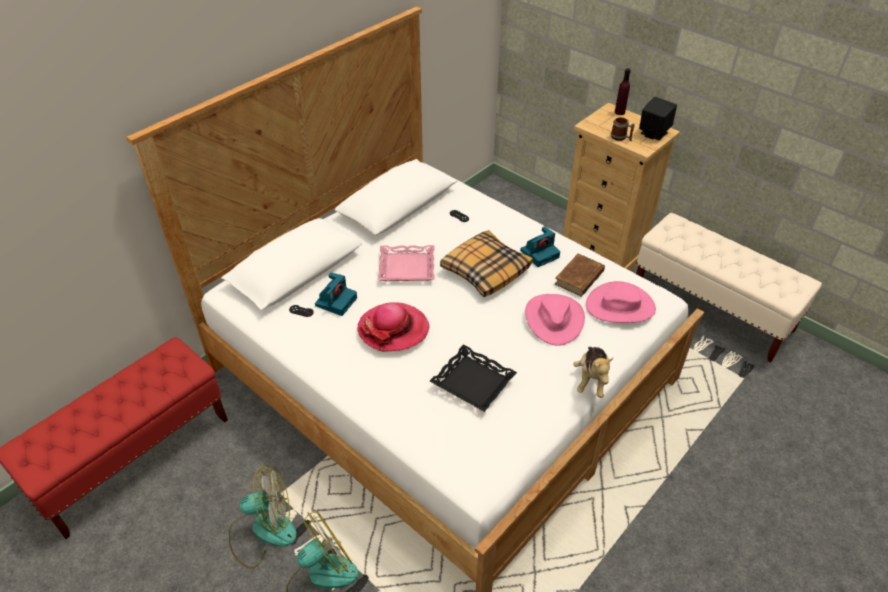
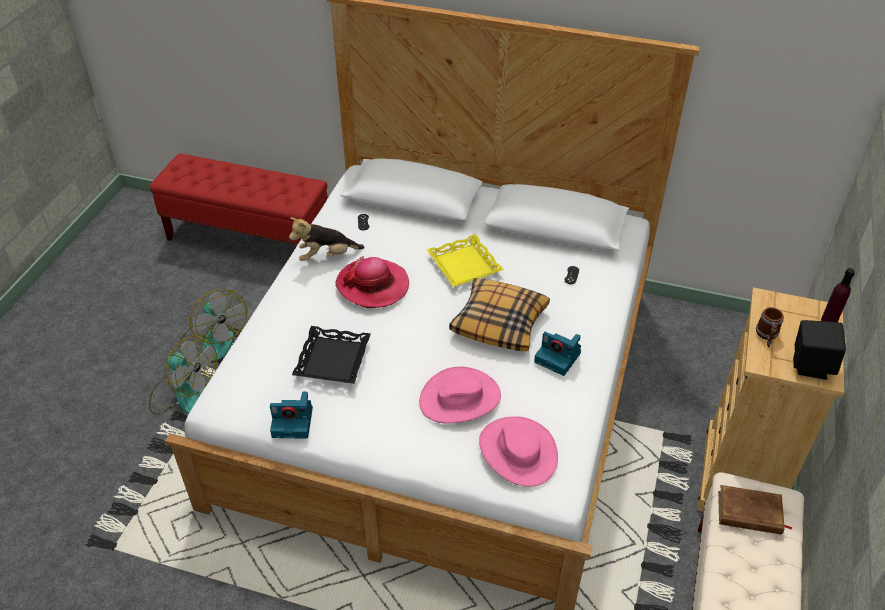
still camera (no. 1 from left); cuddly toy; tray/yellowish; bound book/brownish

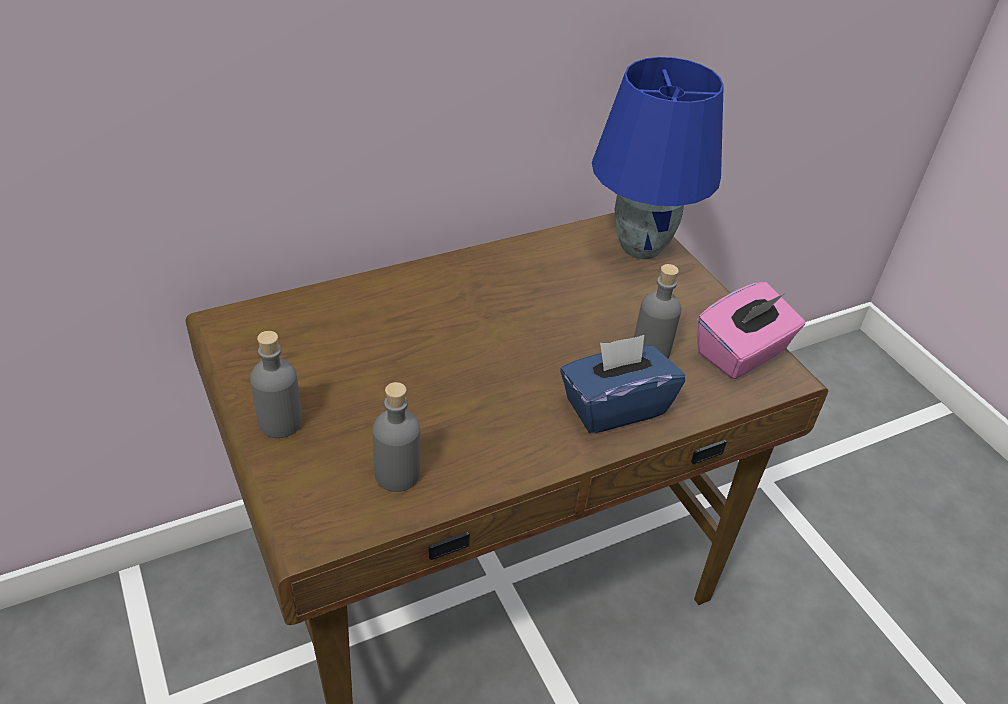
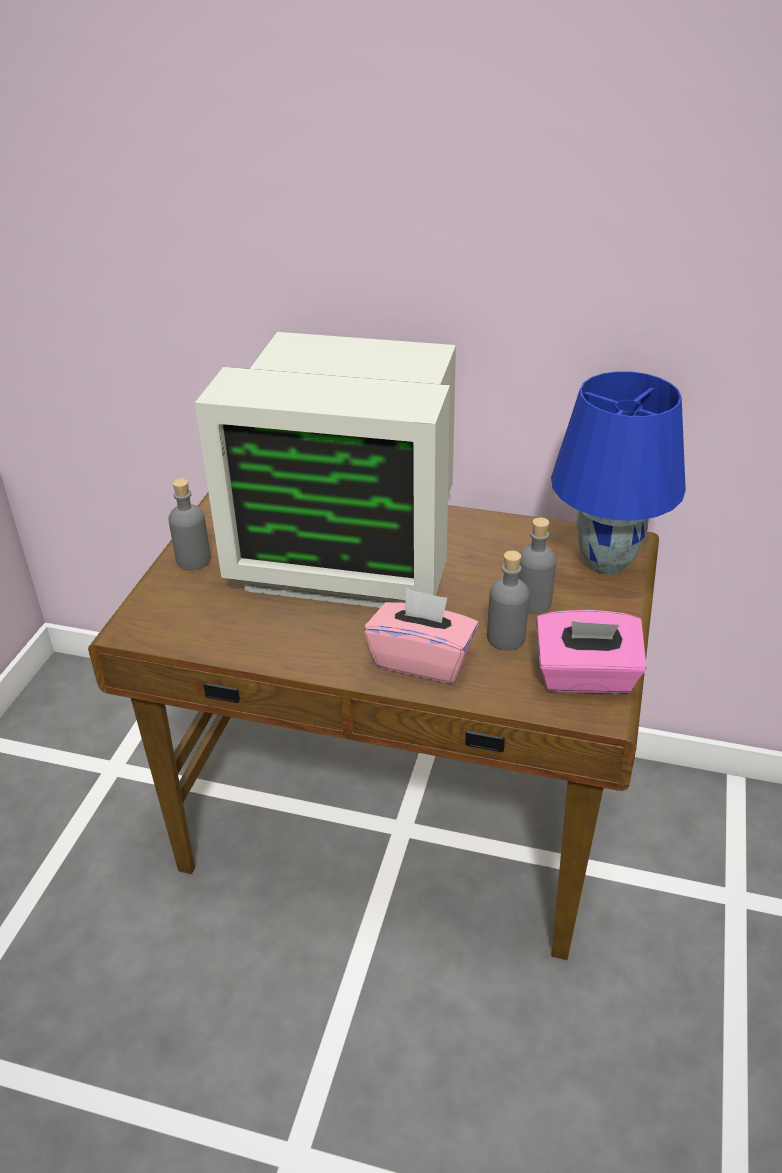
computer screen; tissue box/pinkish (no. 1 from left); bottle/gray (no. 3 from left)

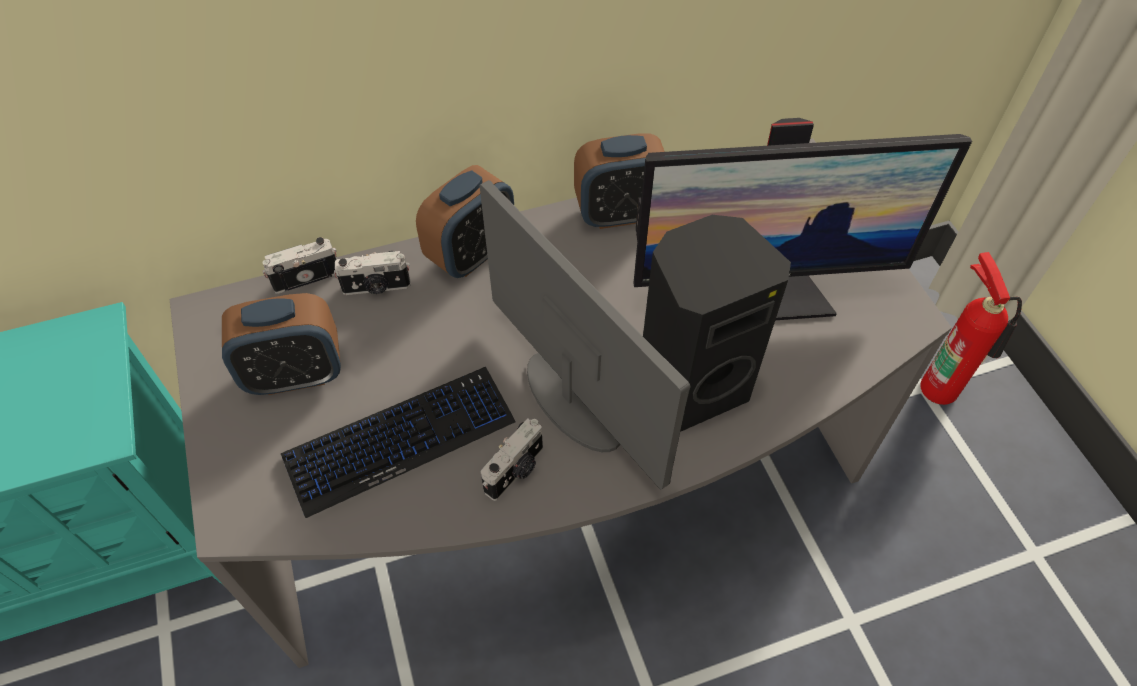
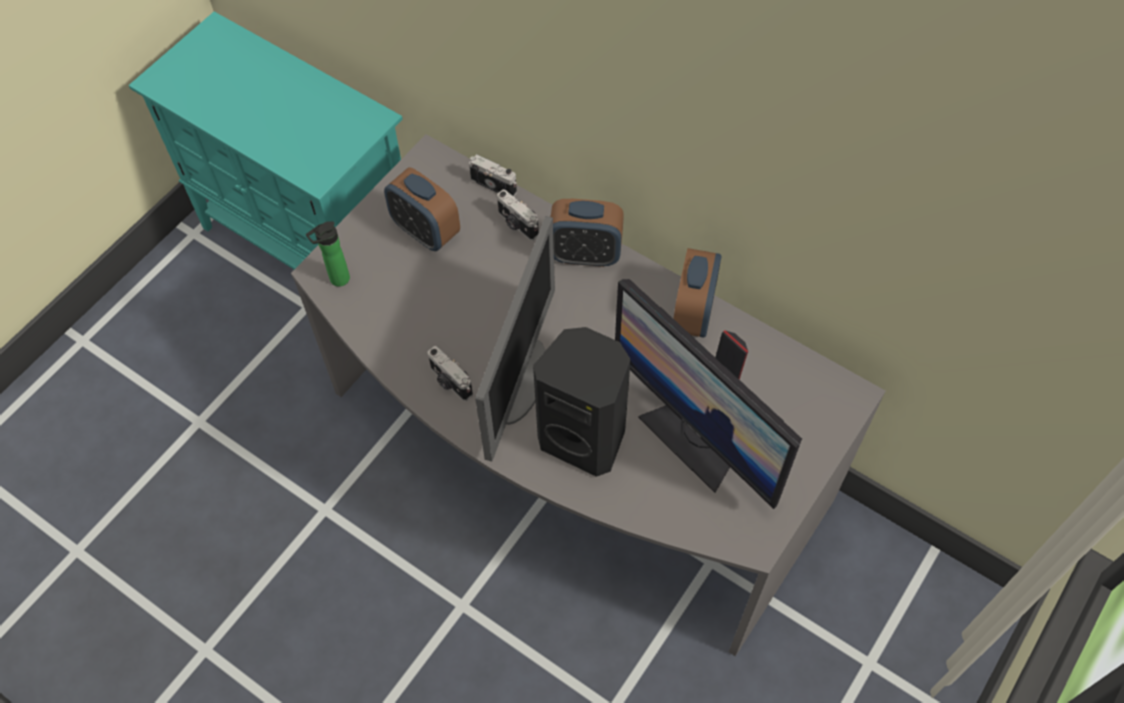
bottle; still camera (no. 1 from left); table clock (no. 3 from left); computer keyboard; fire-fighting cylinder

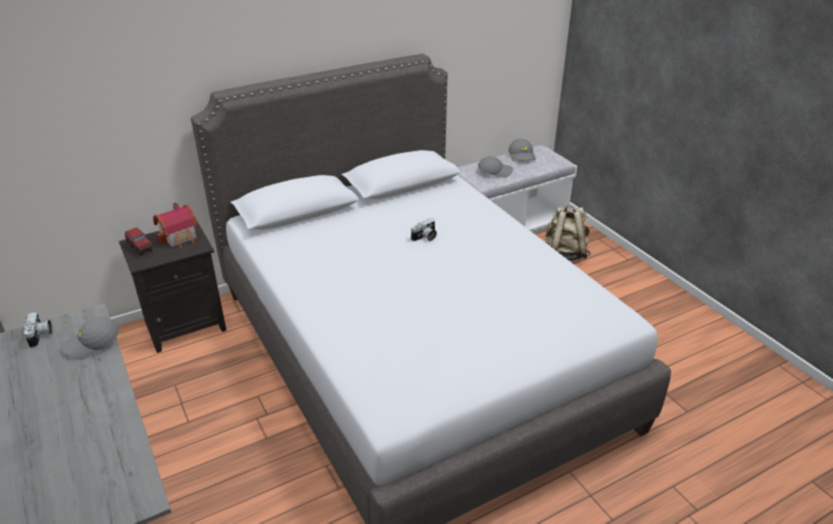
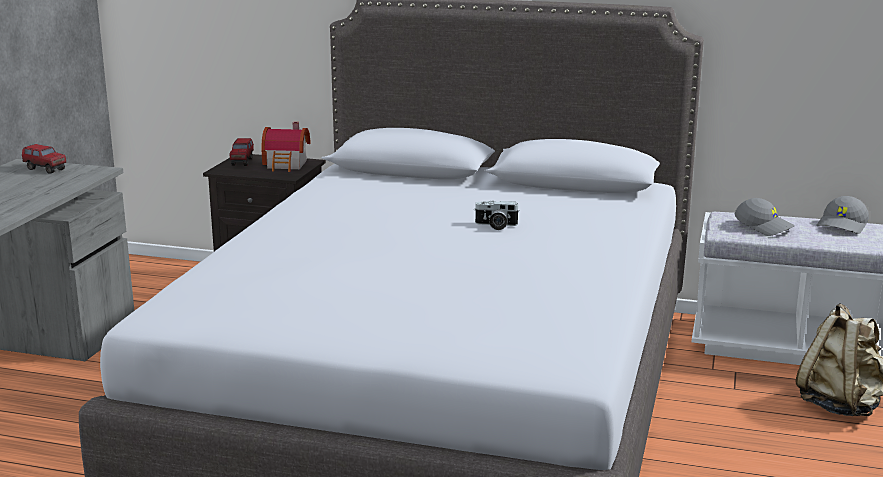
toy truck (no. 1 from left); peaked cap/gray (no. 1 from left in the first image)

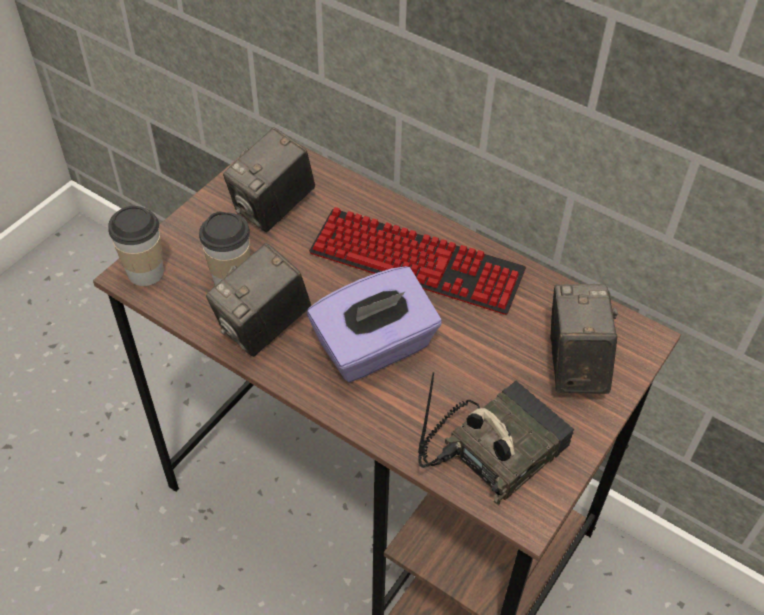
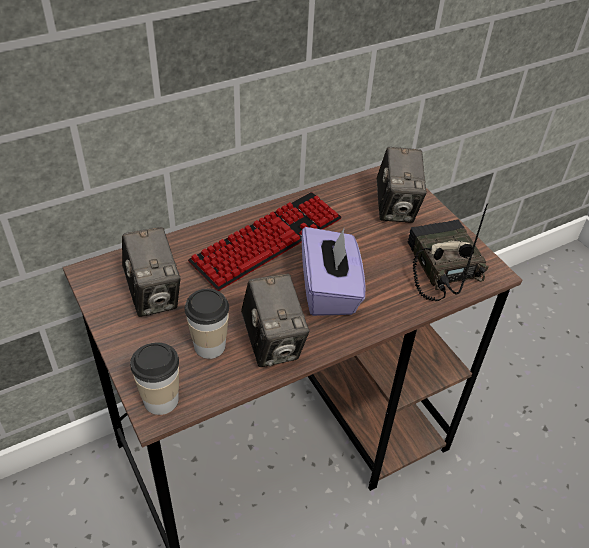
still camera (no. 3 from left)

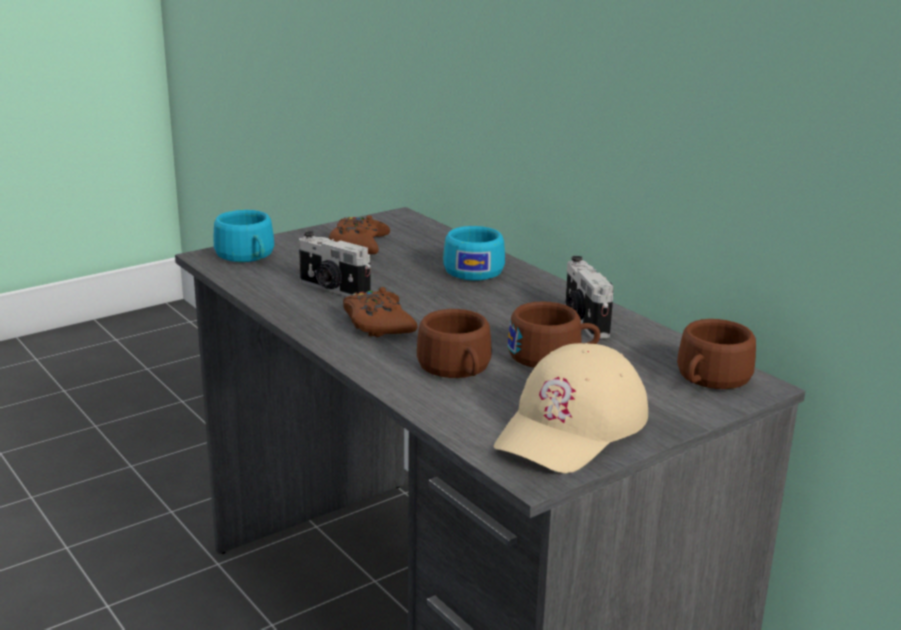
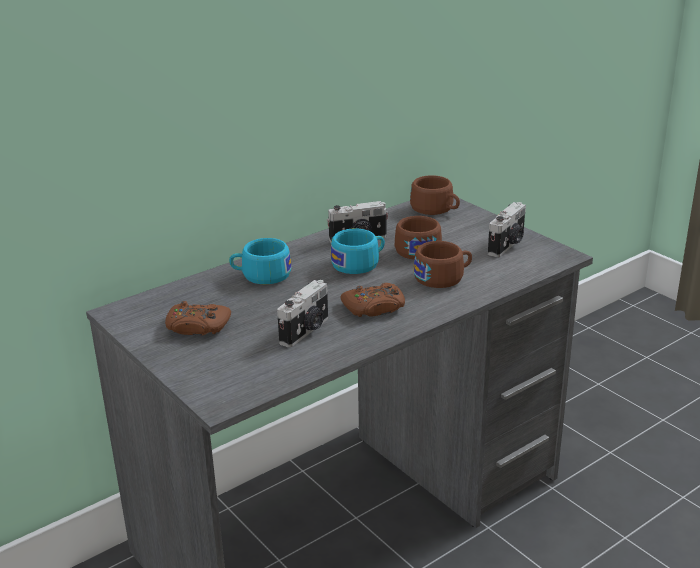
cup/turquoise (no. 2 from left); still camera (no. 3 from left)

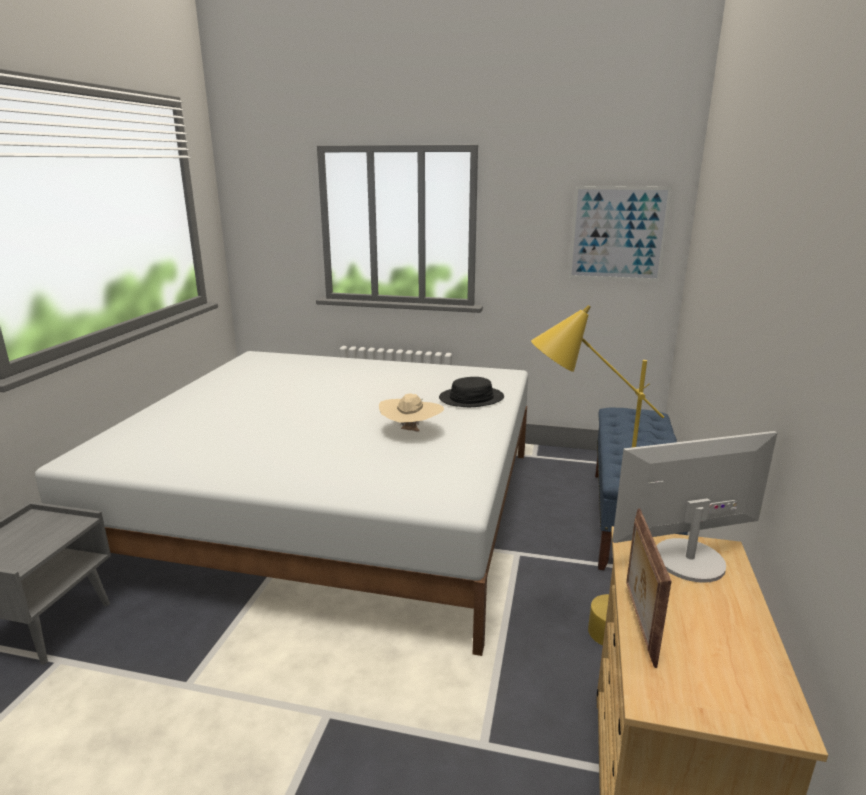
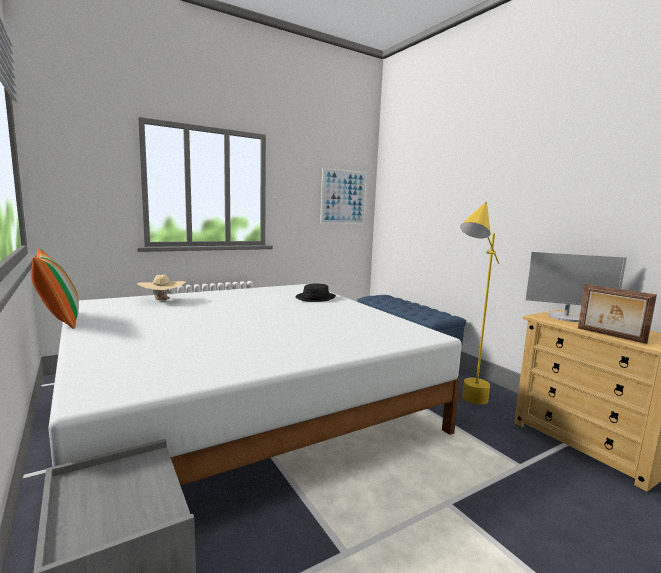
throw pillow; wearable hat/sand-coloured; computer screen

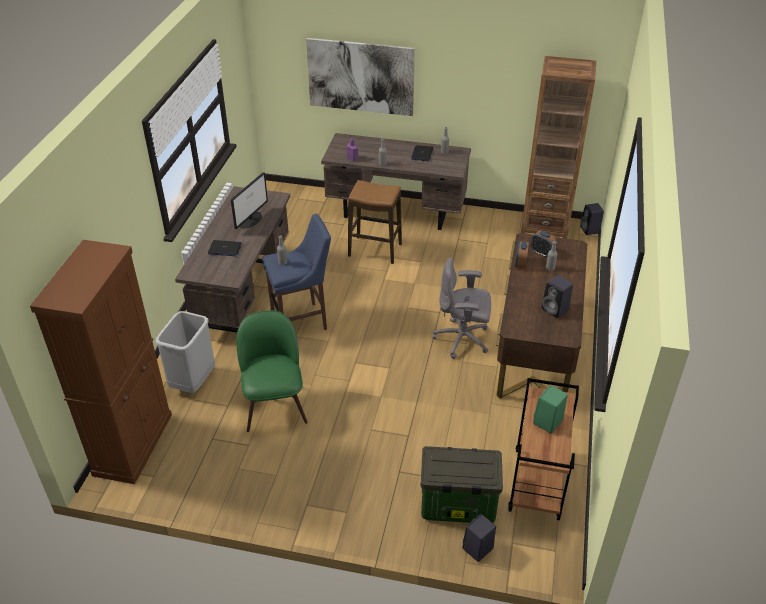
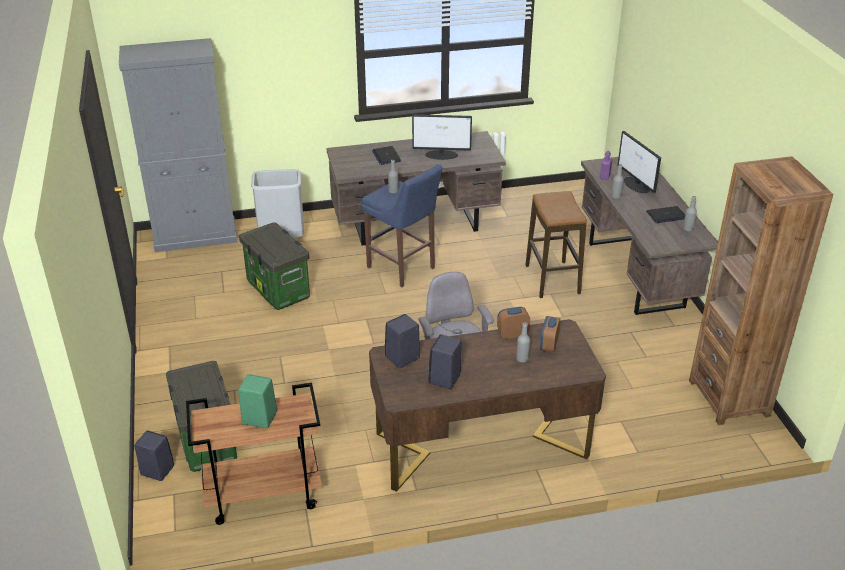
cupboard/gray; storage box (no. 2 from left); audio speaker/blackish (no. 2 from left); computer screen (no. 2 from left); wall art

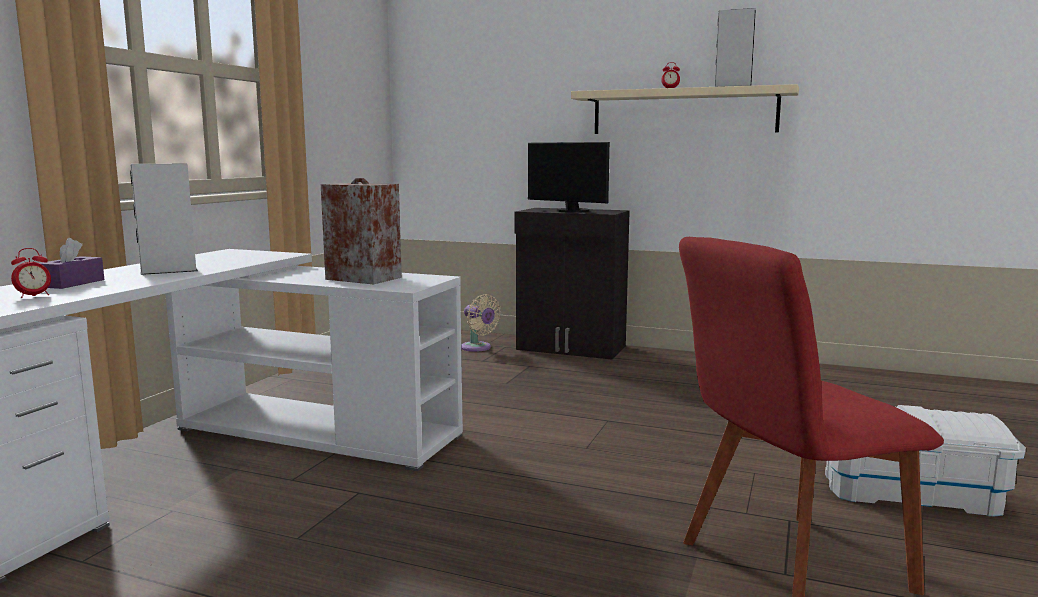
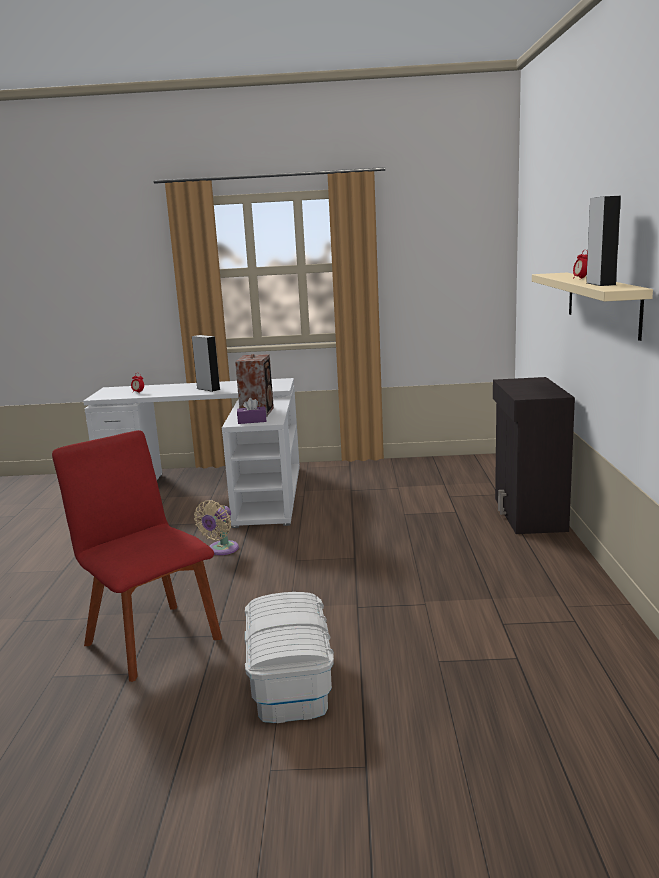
electric fan/sand-coloured; tissue box/purple; computer screen

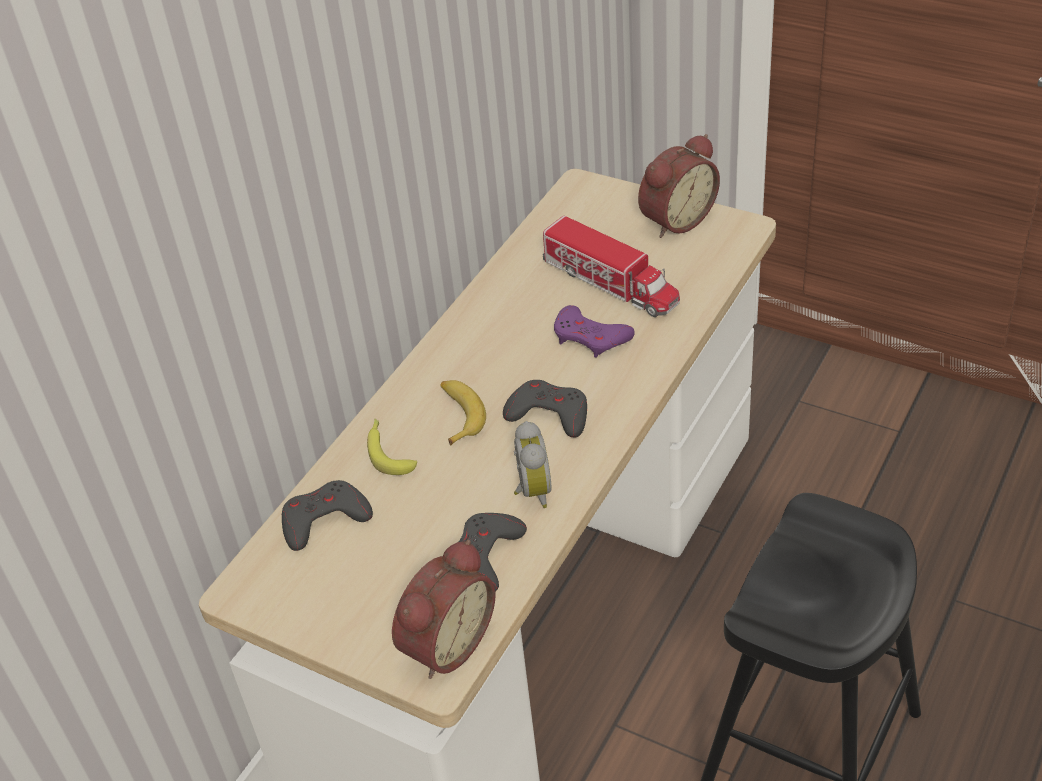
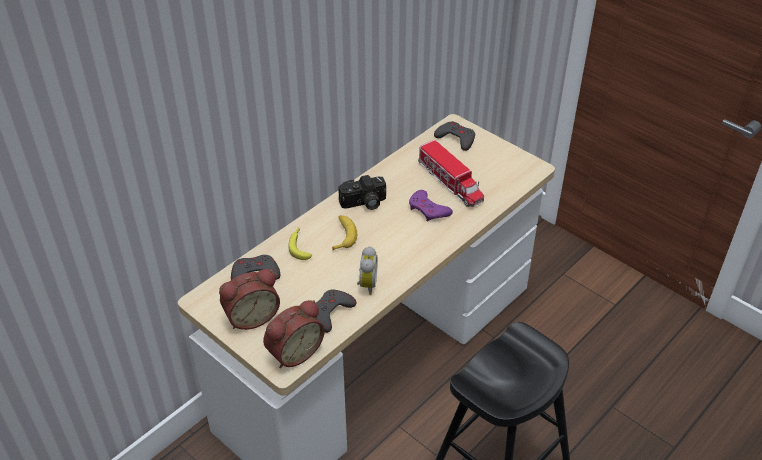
table clock (no. 1 from left); still camera; gamepad/gray (no. 3 from left)

